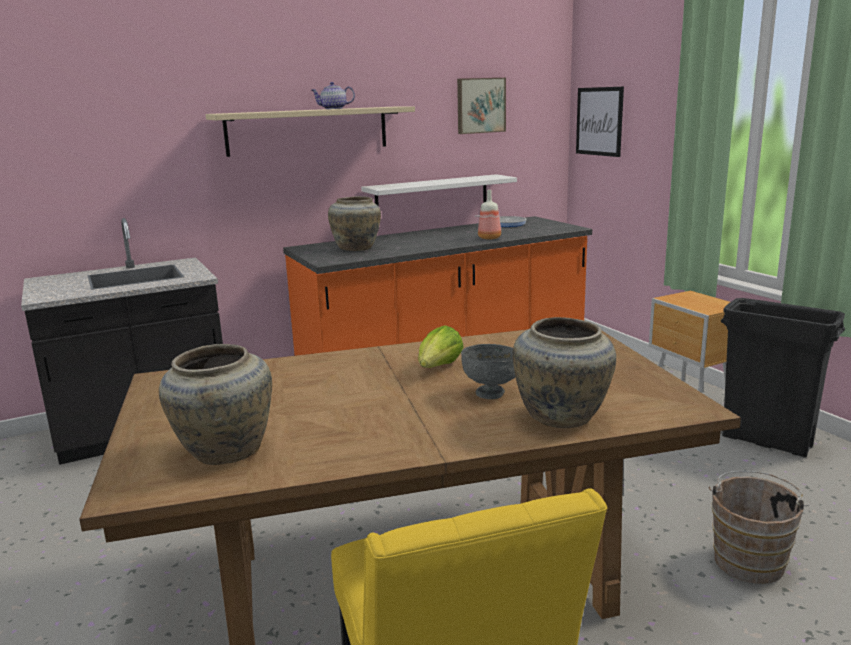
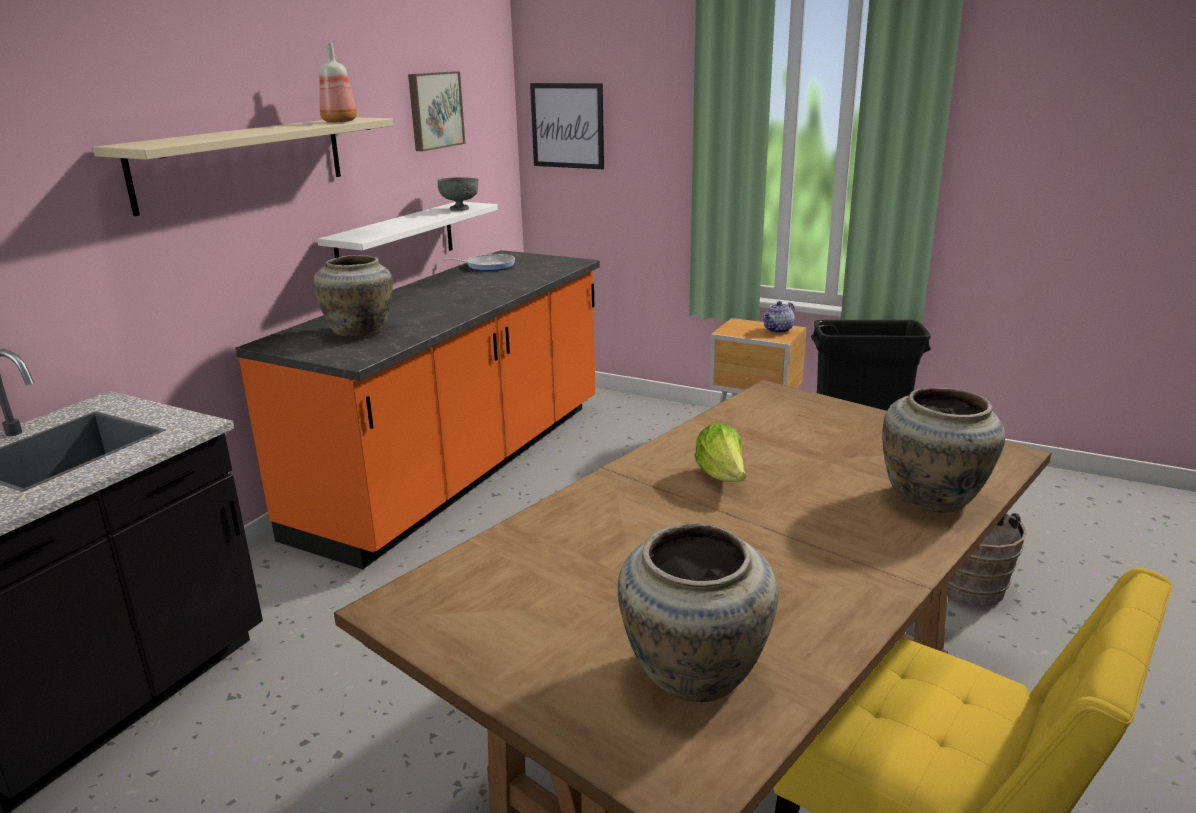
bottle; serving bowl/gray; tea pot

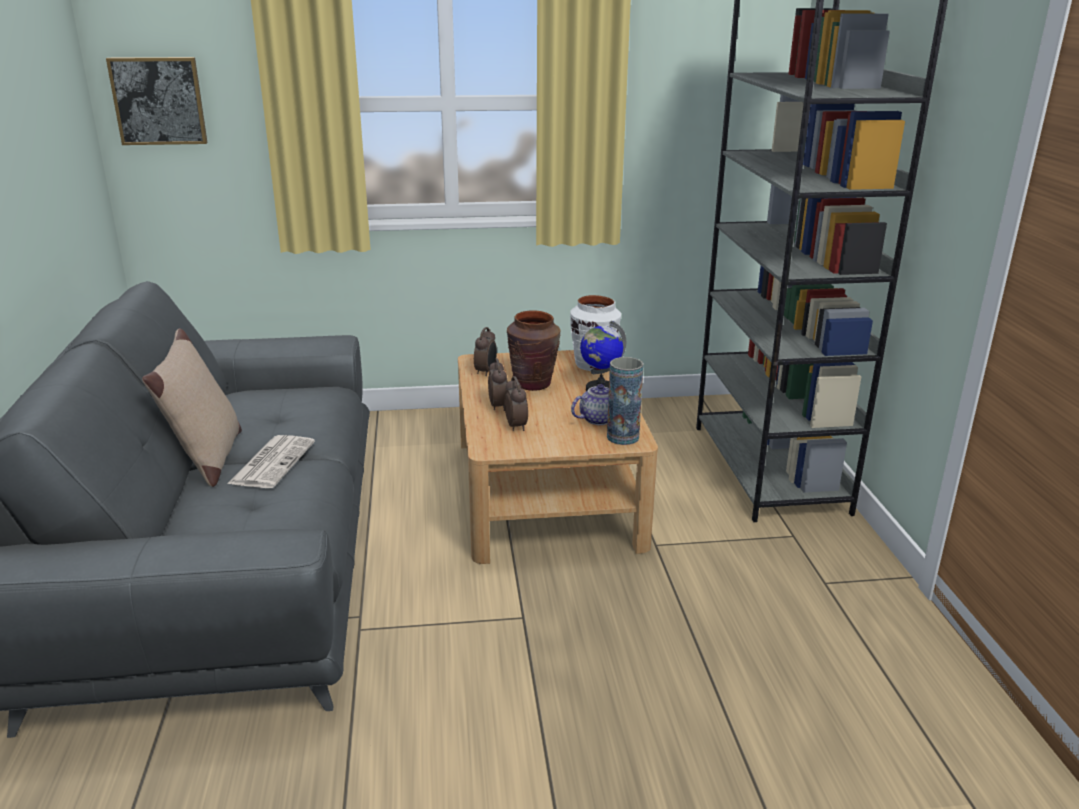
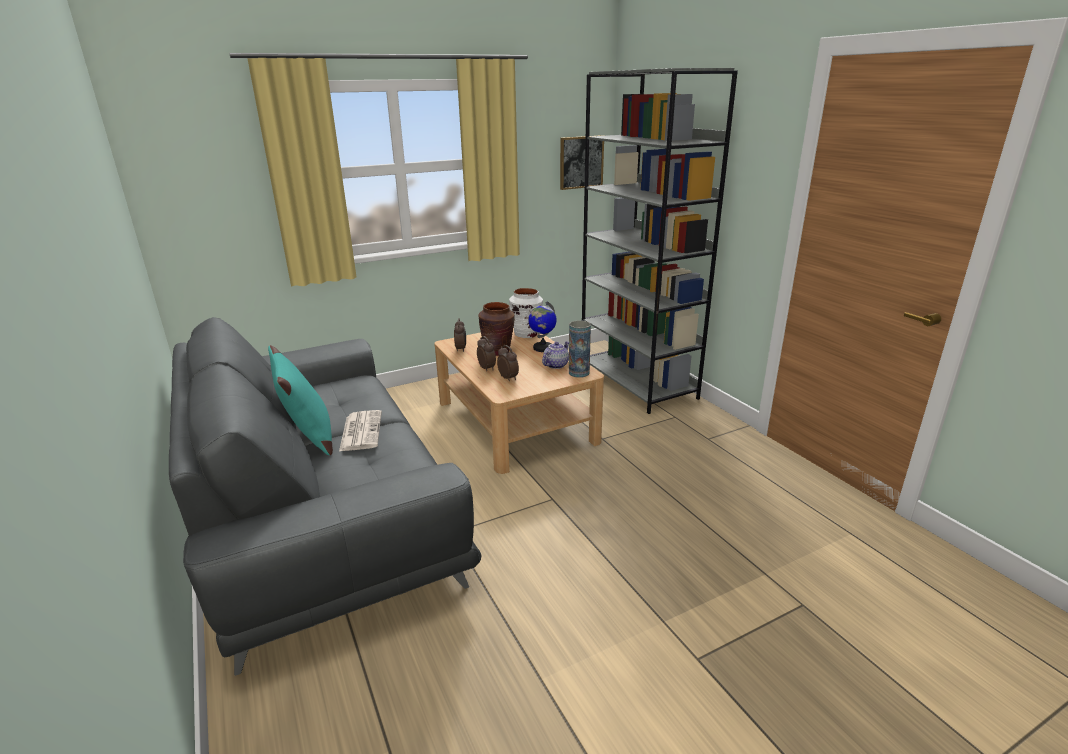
throw pillow/turquoise; wall art

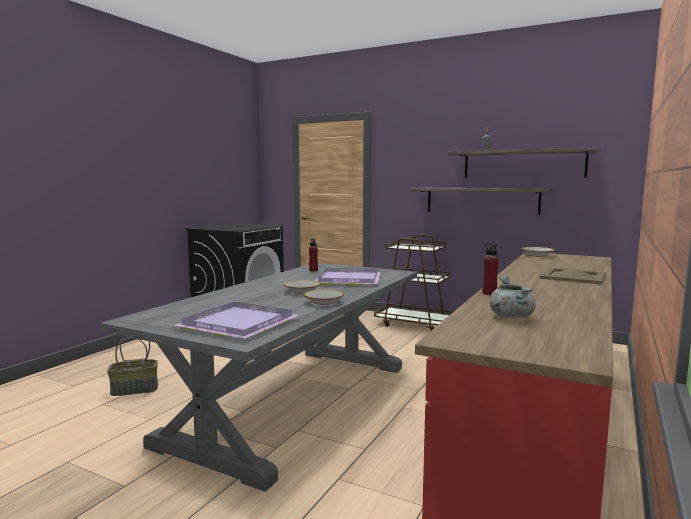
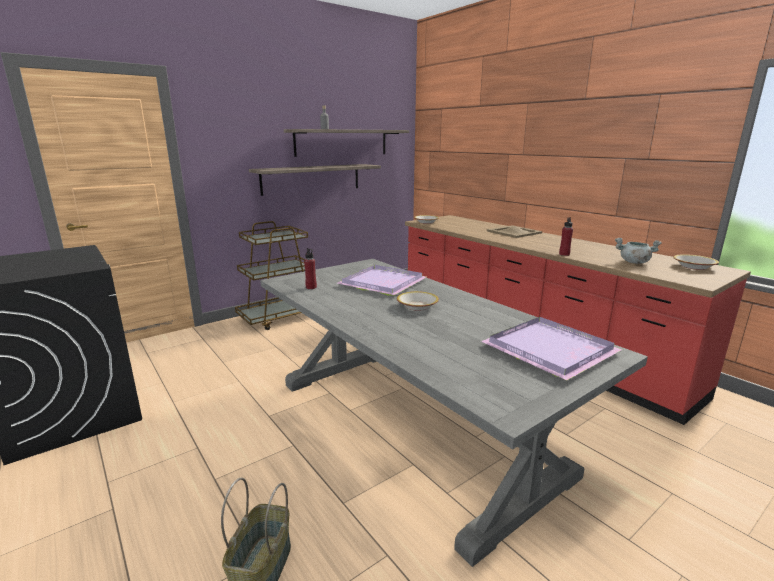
serving bowl (no. 3 from left)

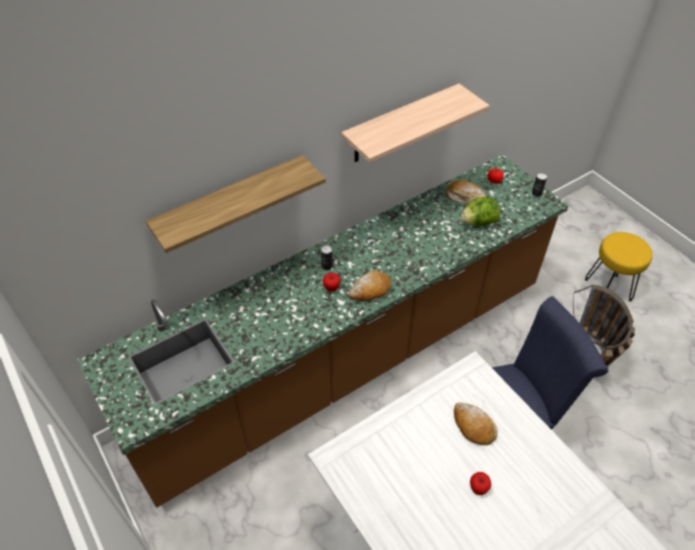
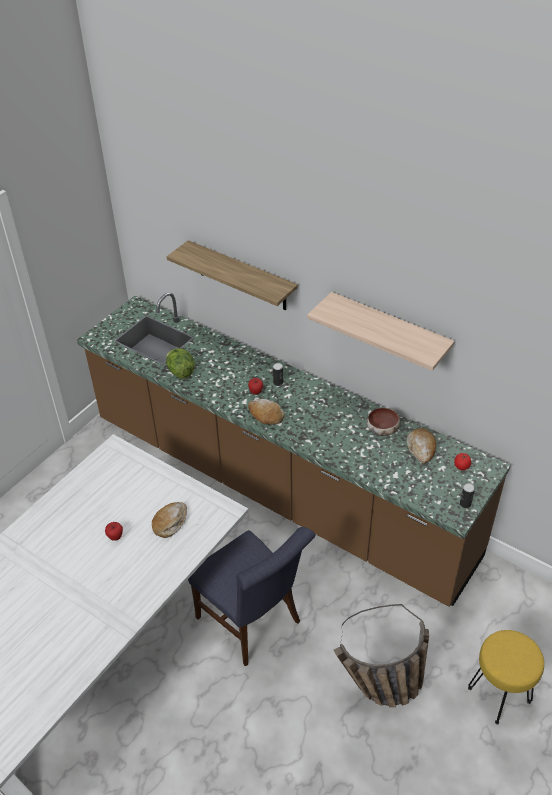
lettuce; serving bowl

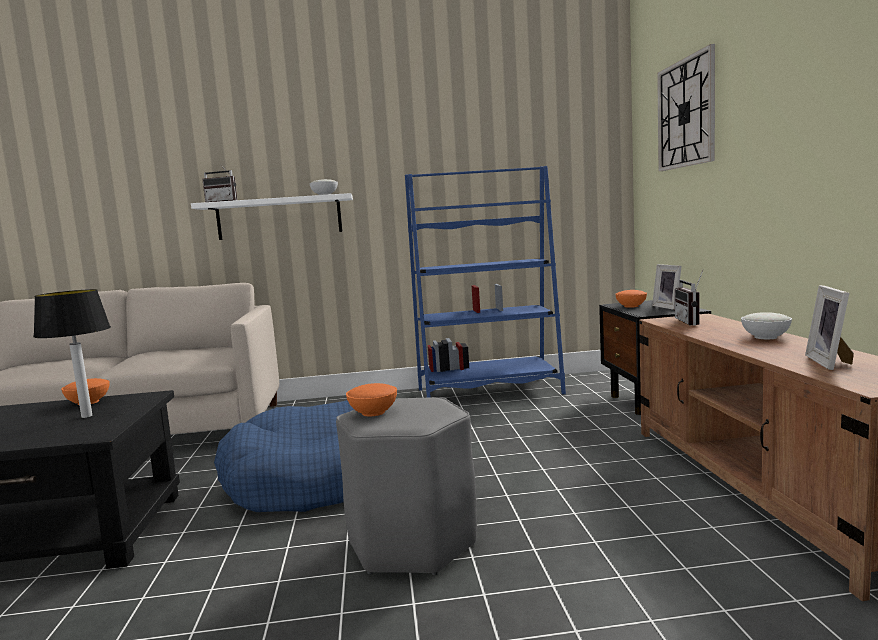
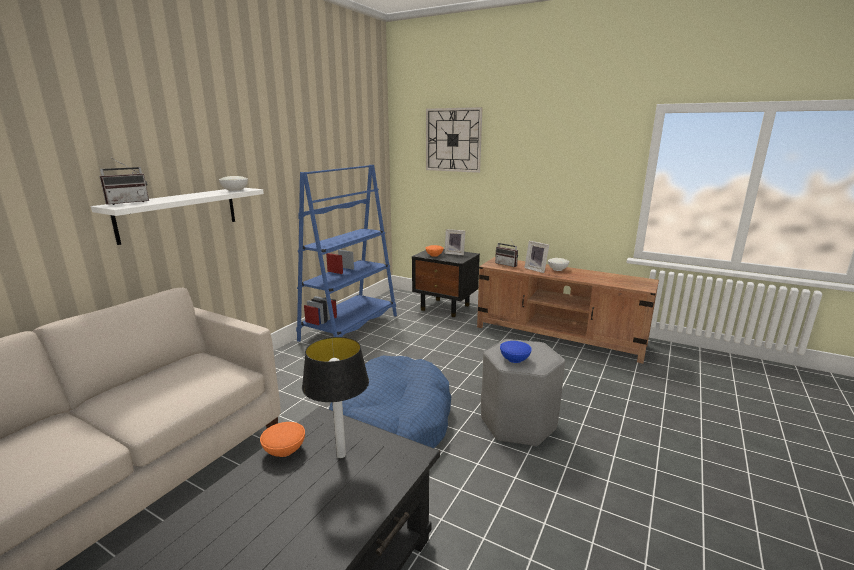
serving bowl/blue-coloured; picture frame (no. 2 from left)

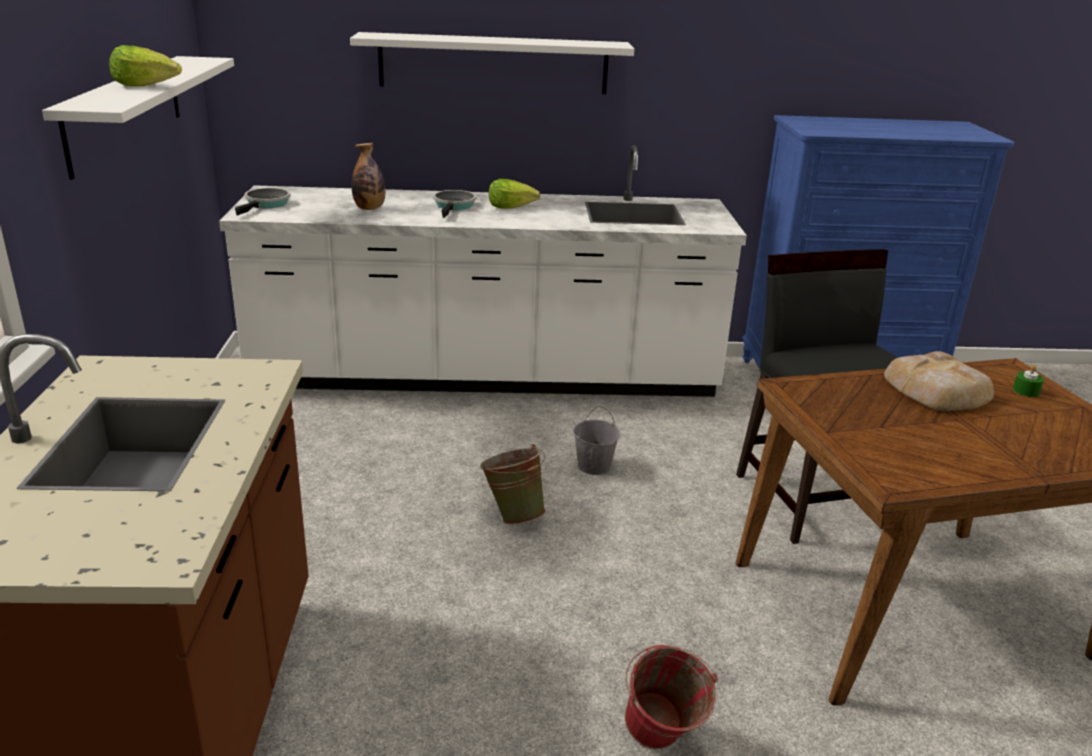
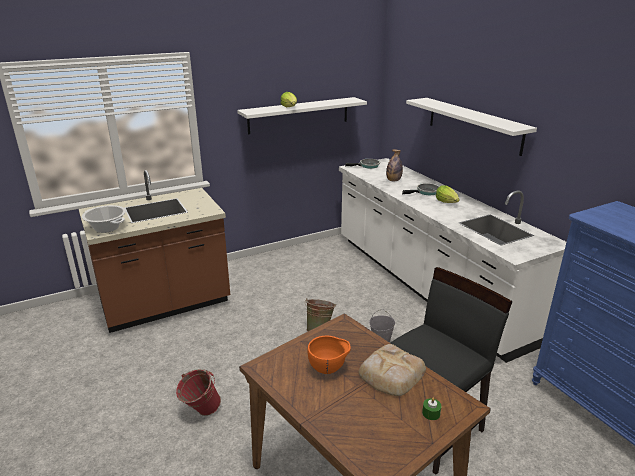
stockpot; serving bowl/orange-coloured

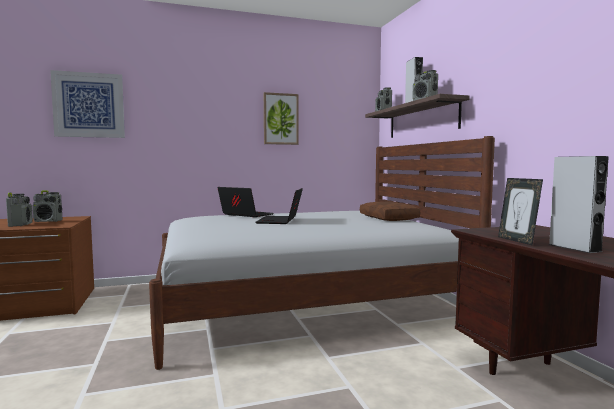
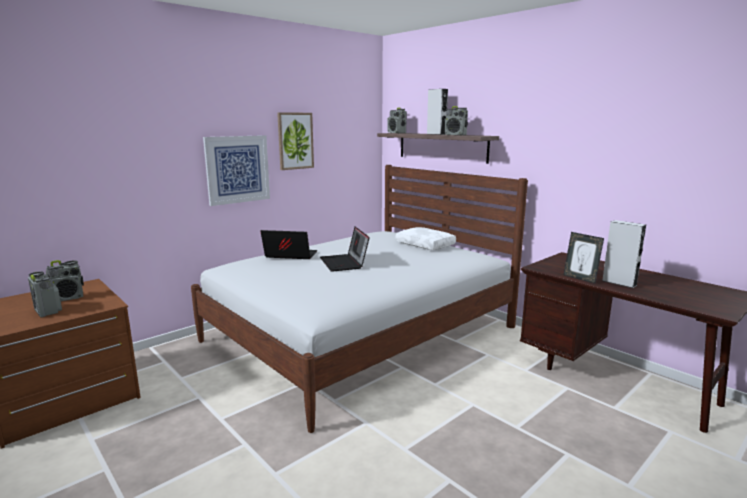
wall art (no. 1 from left); throw pillow/white

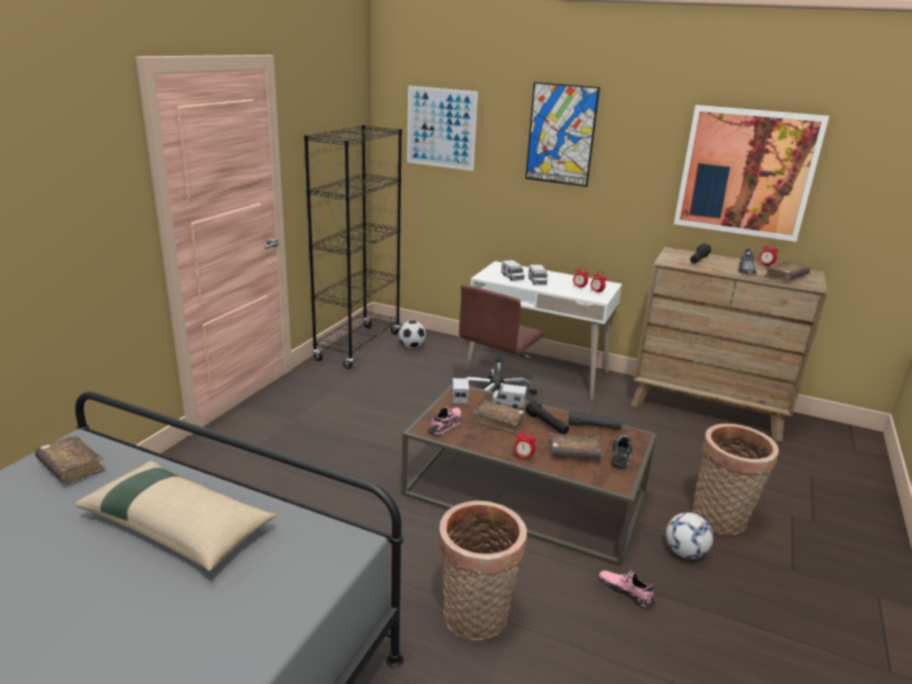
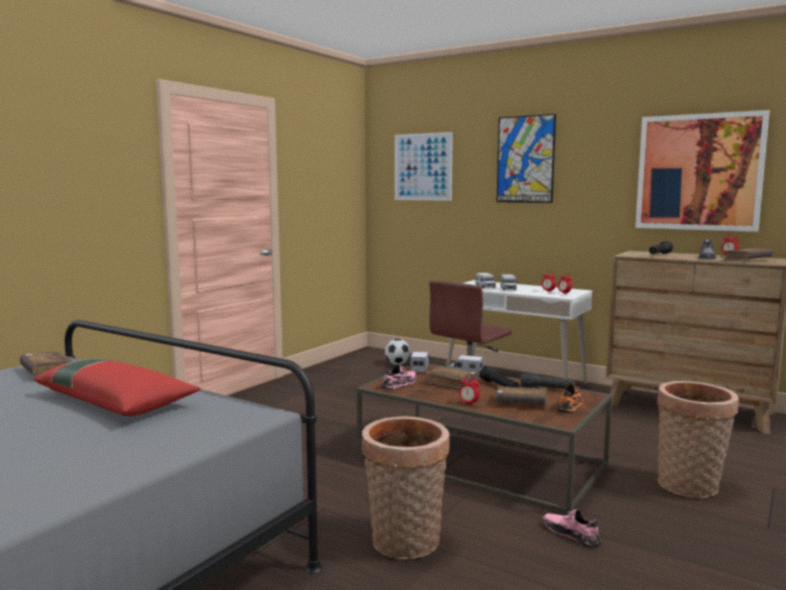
throw pillow/red-coloured; shoe/orange-coloured; bookshelf/blackish; ball for football (no. 2 from left in the first image)

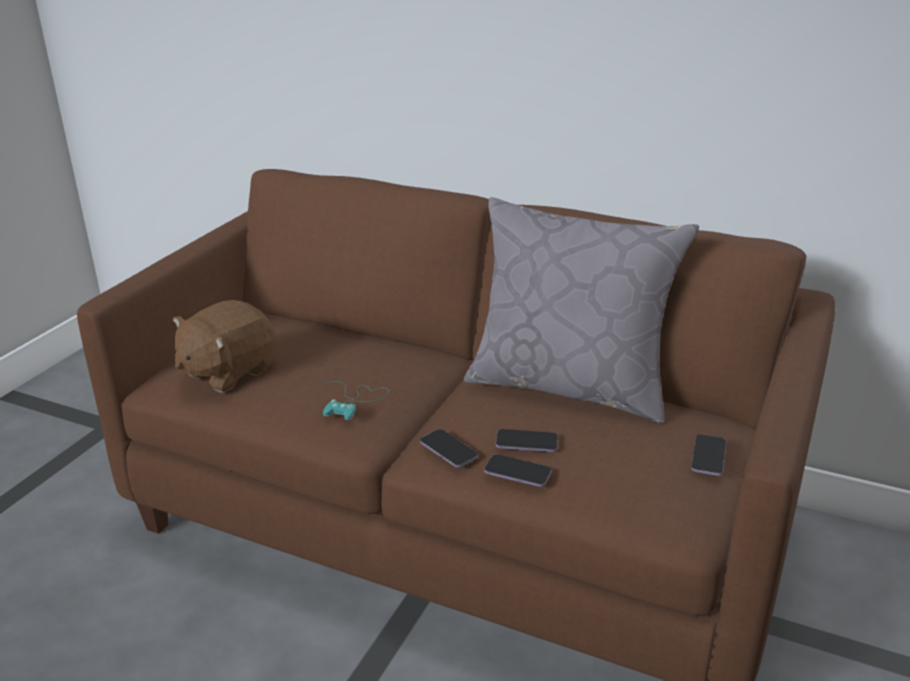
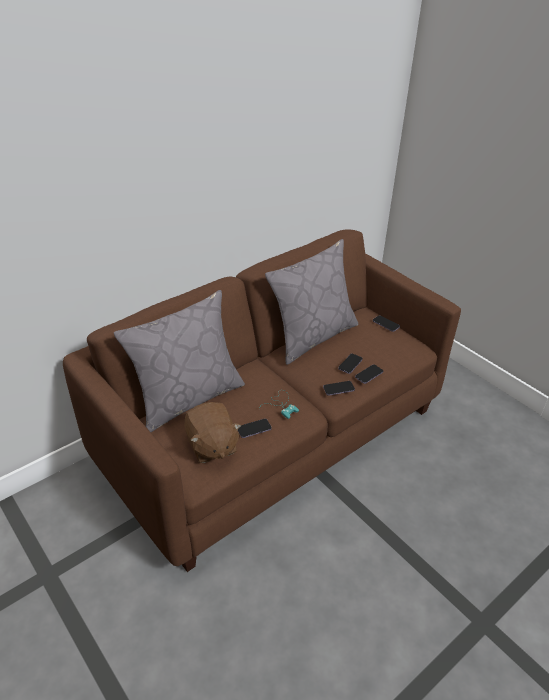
throw pillow/gray (no. 1 from left); phone (no. 1 from left)

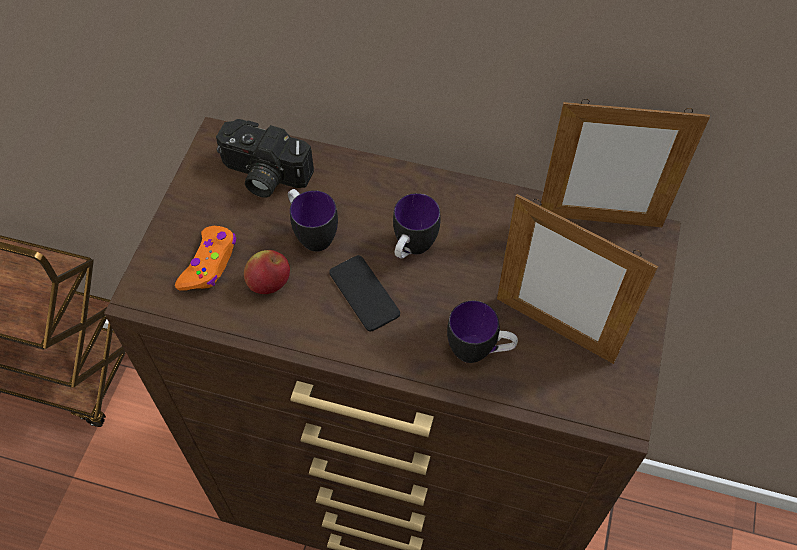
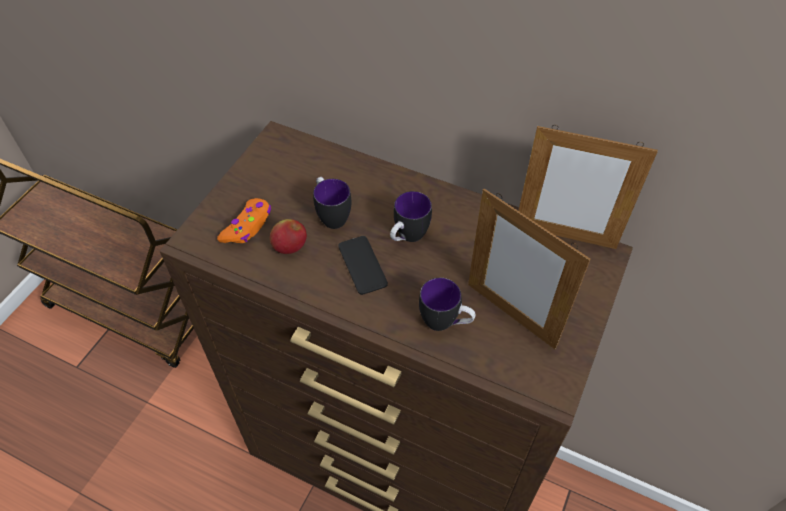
still camera

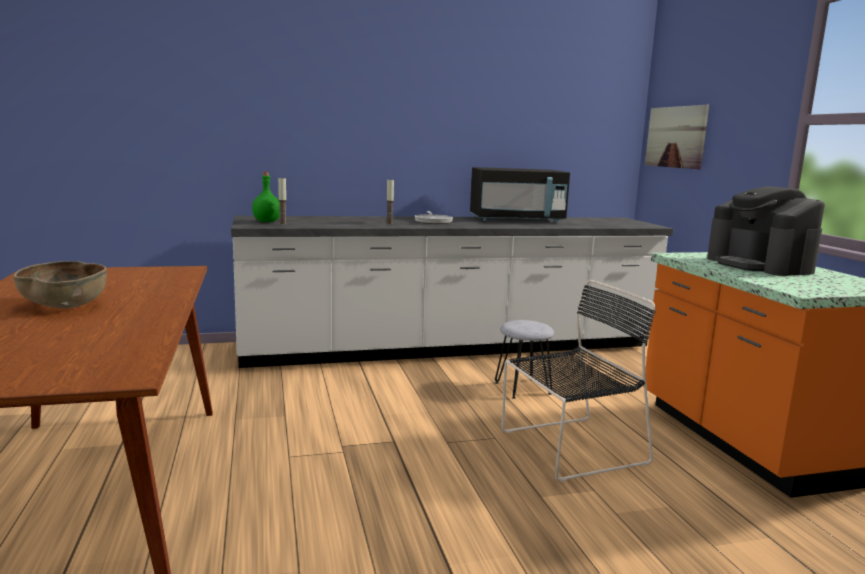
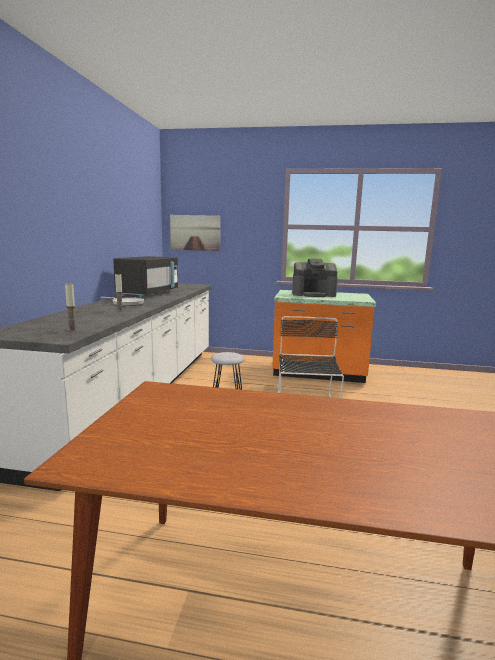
serving bowl/brownish; bottle/greenish

